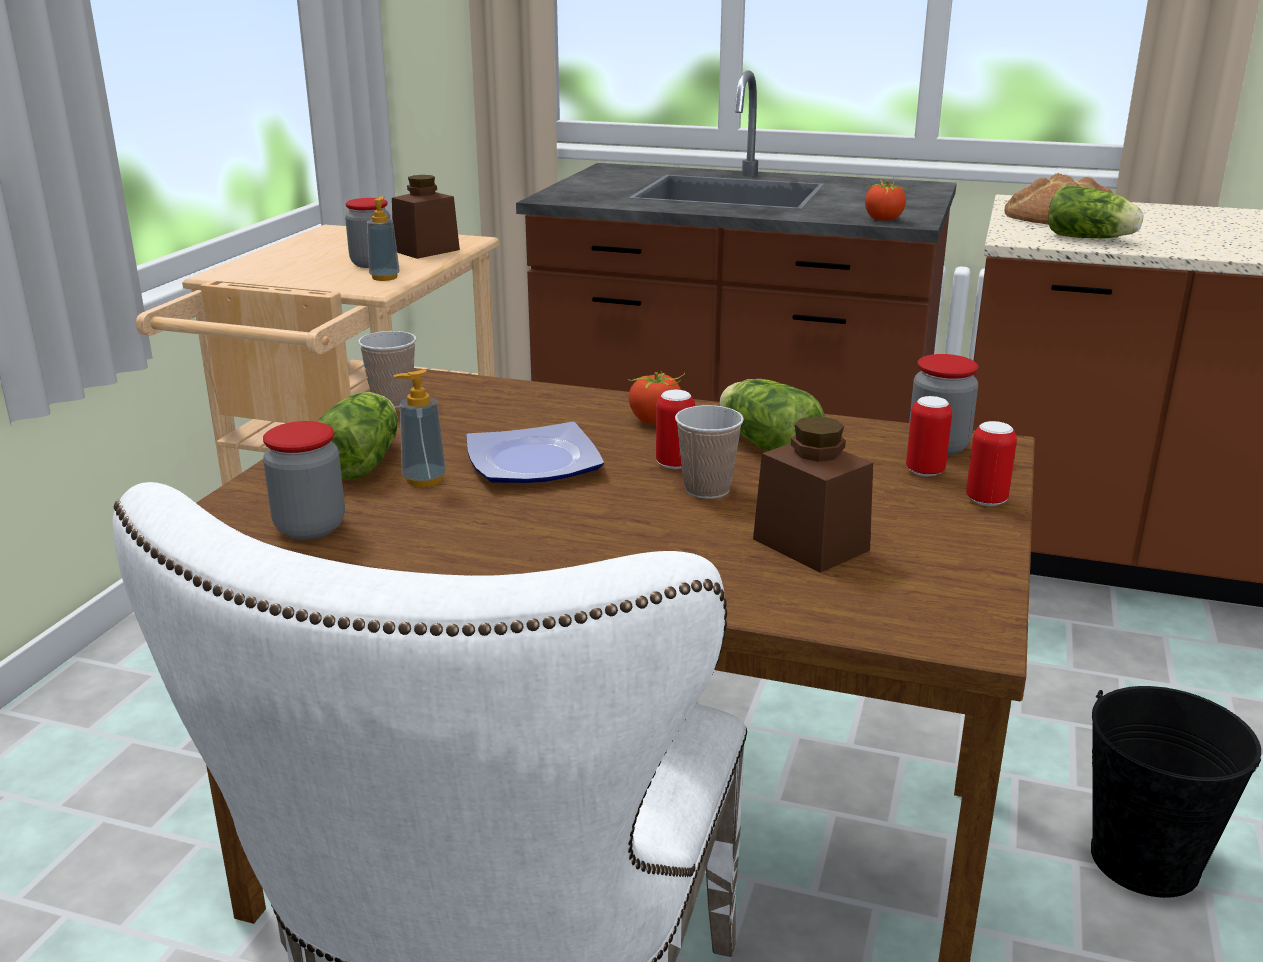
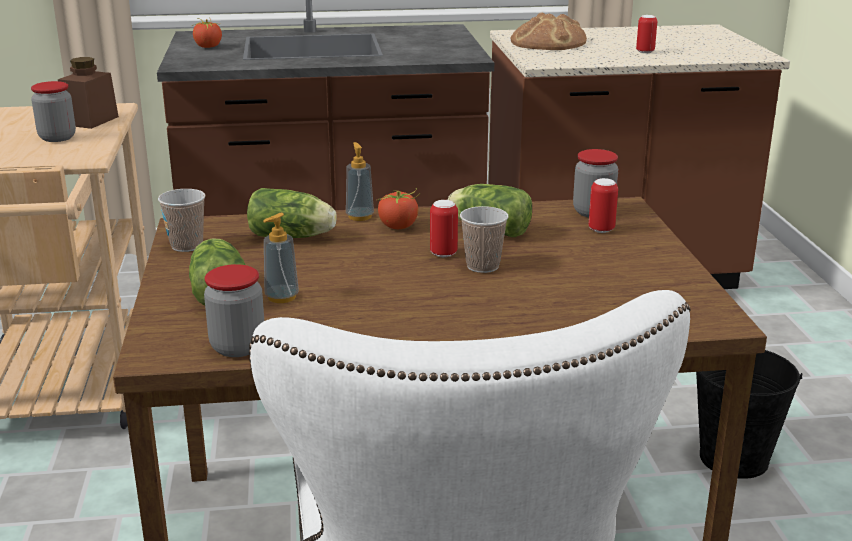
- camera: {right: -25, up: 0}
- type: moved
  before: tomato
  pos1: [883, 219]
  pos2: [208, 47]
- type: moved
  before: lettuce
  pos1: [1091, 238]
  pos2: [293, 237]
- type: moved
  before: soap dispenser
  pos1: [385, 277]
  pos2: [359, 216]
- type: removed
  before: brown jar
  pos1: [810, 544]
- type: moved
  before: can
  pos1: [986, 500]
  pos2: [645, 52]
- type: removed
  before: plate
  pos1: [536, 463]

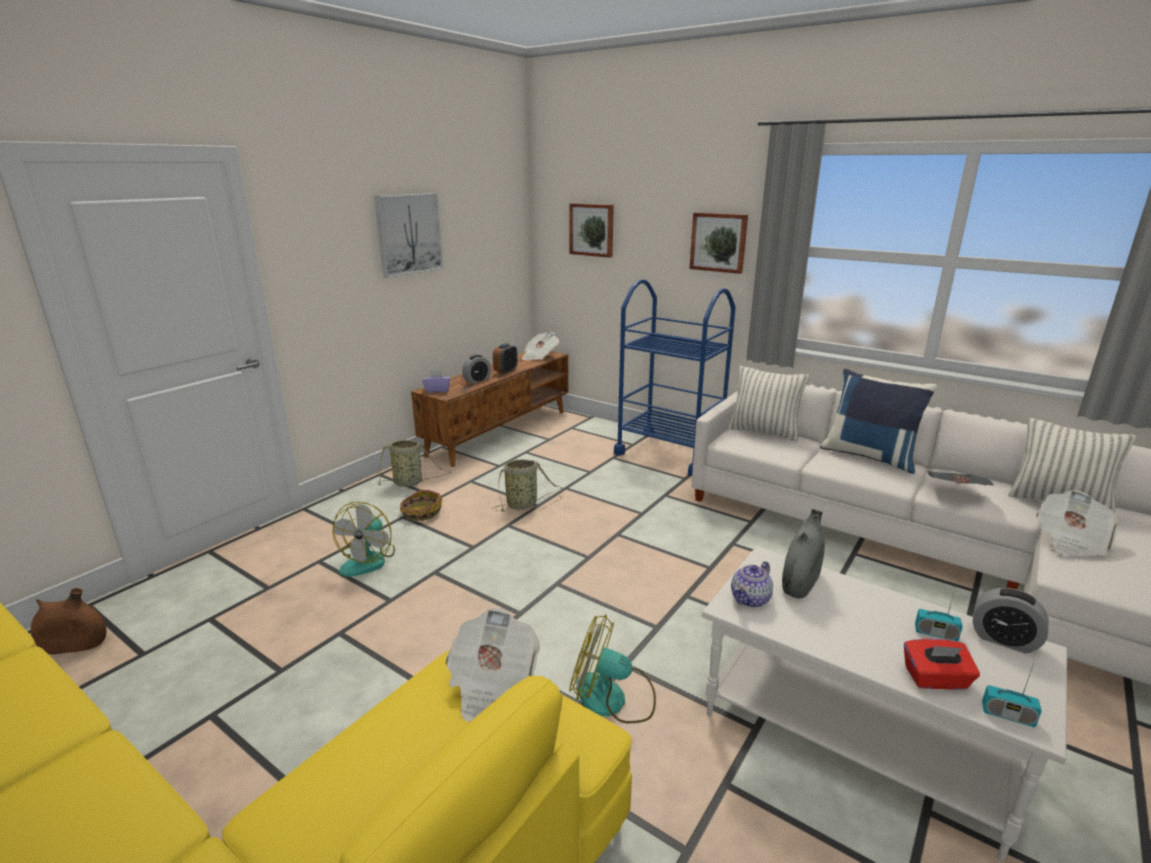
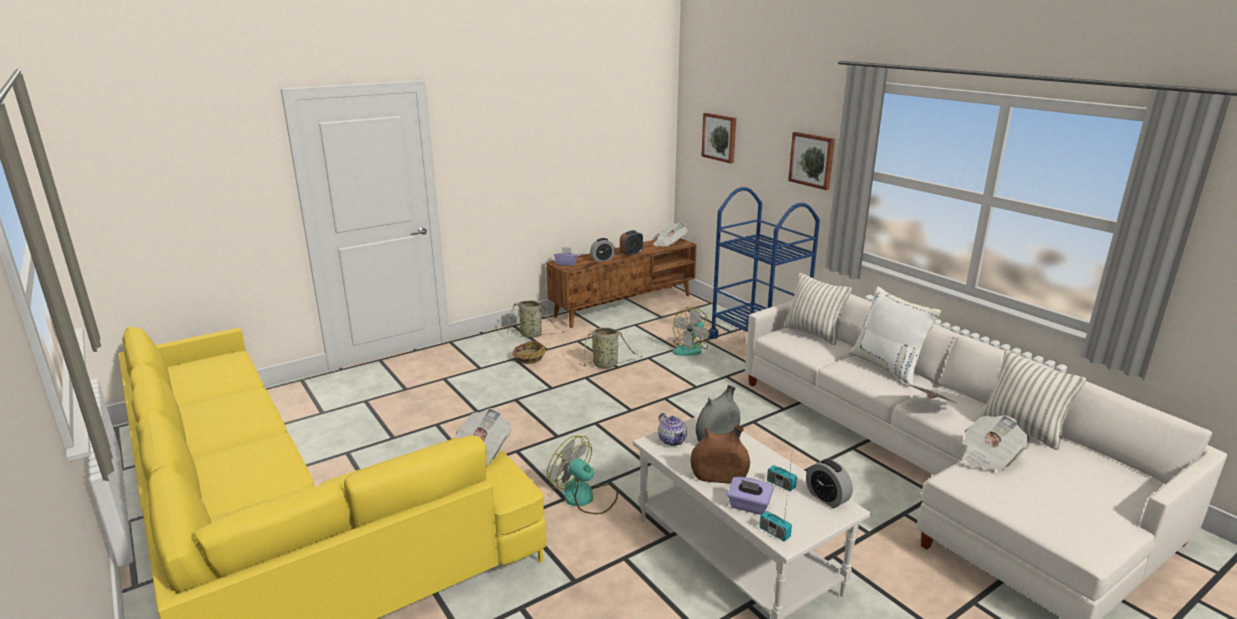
- camera: {right: 20, up: 0}
- type: removed
  before: picture
  pos1: [409, 234]
- type: recoloured
  before: blue pillow
  after: white pillow
  pos1: [869, 456]
  pos2: [888, 367]
- type: moved
  before: fan
  pos1: [369, 560]
  pos2: [691, 348]
- type: turned
  before: teapot
  pos1: [751, 599]
  pos2: [672, 440]
  turn: -90
- type: moved
  before: brown vase
  pos1: [75, 645]
  pos2: [719, 477]
- type: recoloured
  before: red tissue box
  after: purple tissue box
  pos1: [935, 679]
  pos2: [749, 506]

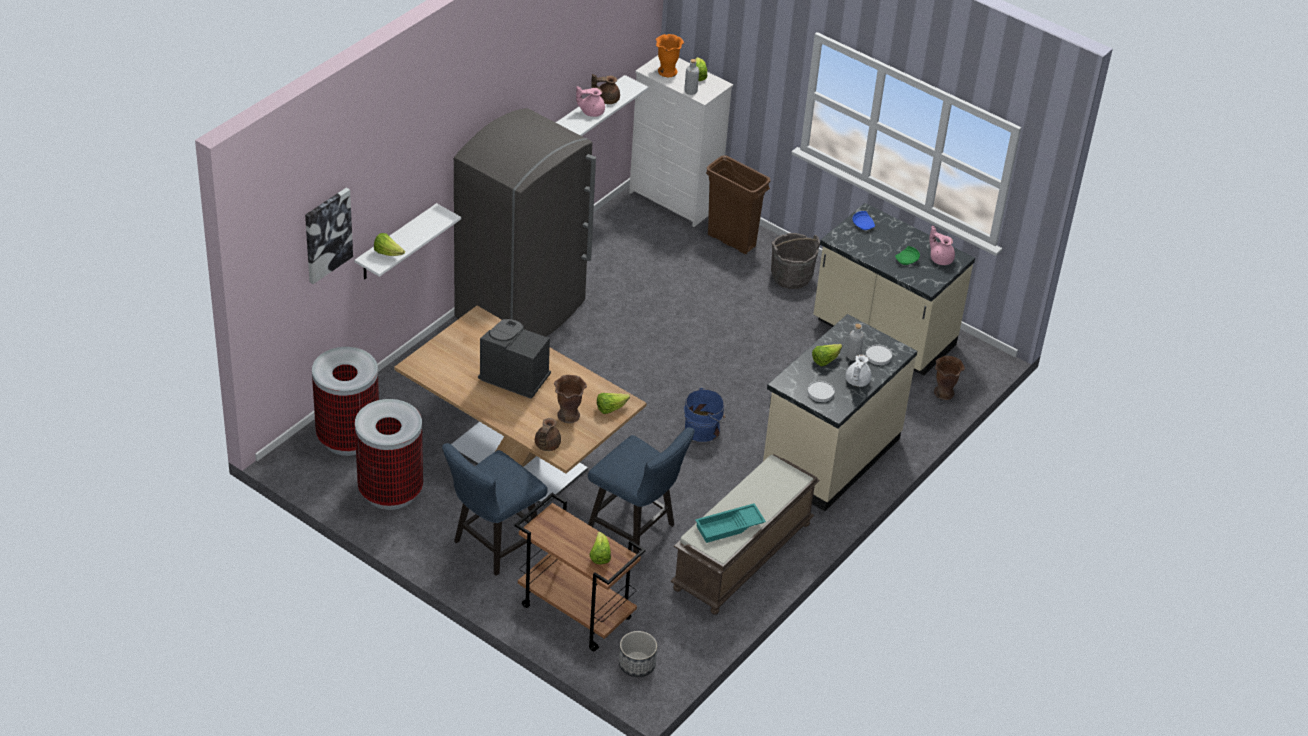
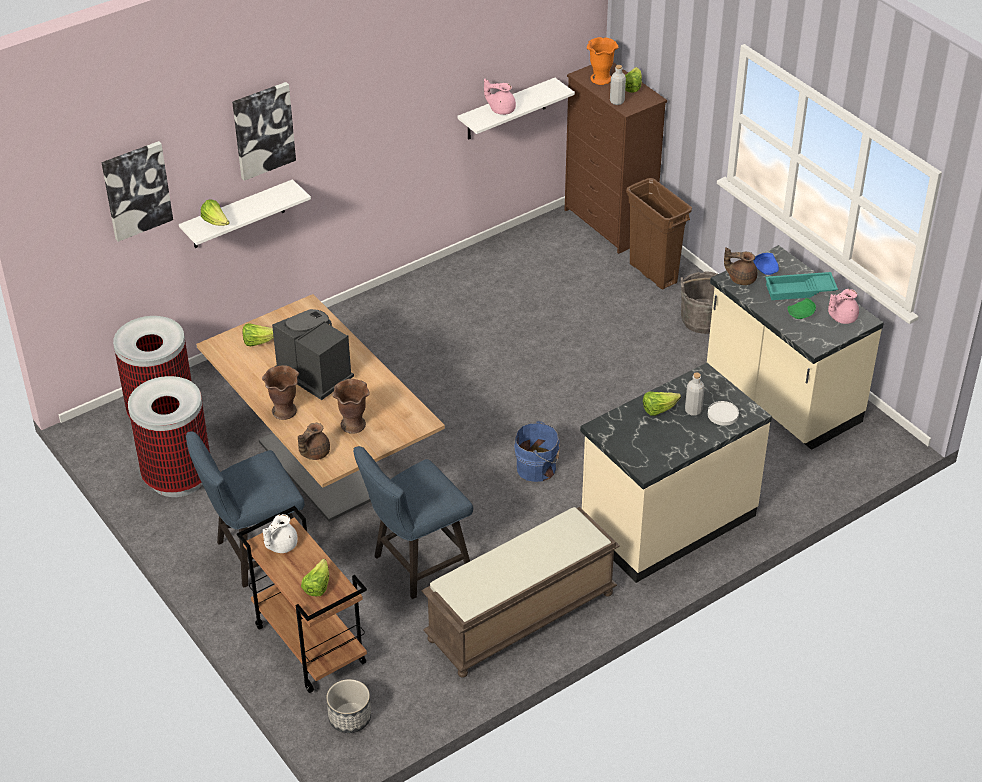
- camera: {right: 20, up: 0}
- type: recoloured
  before: white dresser
  after: brown dresser
  pos1: [674, 200]
  pos2: [609, 224]
- type: moved
  before: brown teapot
  pos1: [606, 99]
  pos2: [741, 278]
- type: removed
  before: grey fridge
  pos1: [522, 310]
- type: turned
  before: pink teapot
  pos1: [940, 258]
  pos2: [841, 317]
  turn: -90
- type: moved
  before: white teapot
  pos1: [856, 381]
  pos2: [280, 545]
- type: moved
  before: brown vase
  pos1: [944, 393]
  pos2: [284, 411]
- type: removed
  before: white plate
  pos1: [820, 392]
- type: moved
  before: lettuce
  pos1: [610, 408]
  pos2: [258, 342]
- type: turned
  before: blue chair
  pos1: [636, 530]
  pos2: [416, 566]
  turn: 90
- type: moved
  before: turquoise tray
  pos1: [729, 527]
  pos2: [799, 290]
- type: added
  after: picture
  pos2: [263, 130]

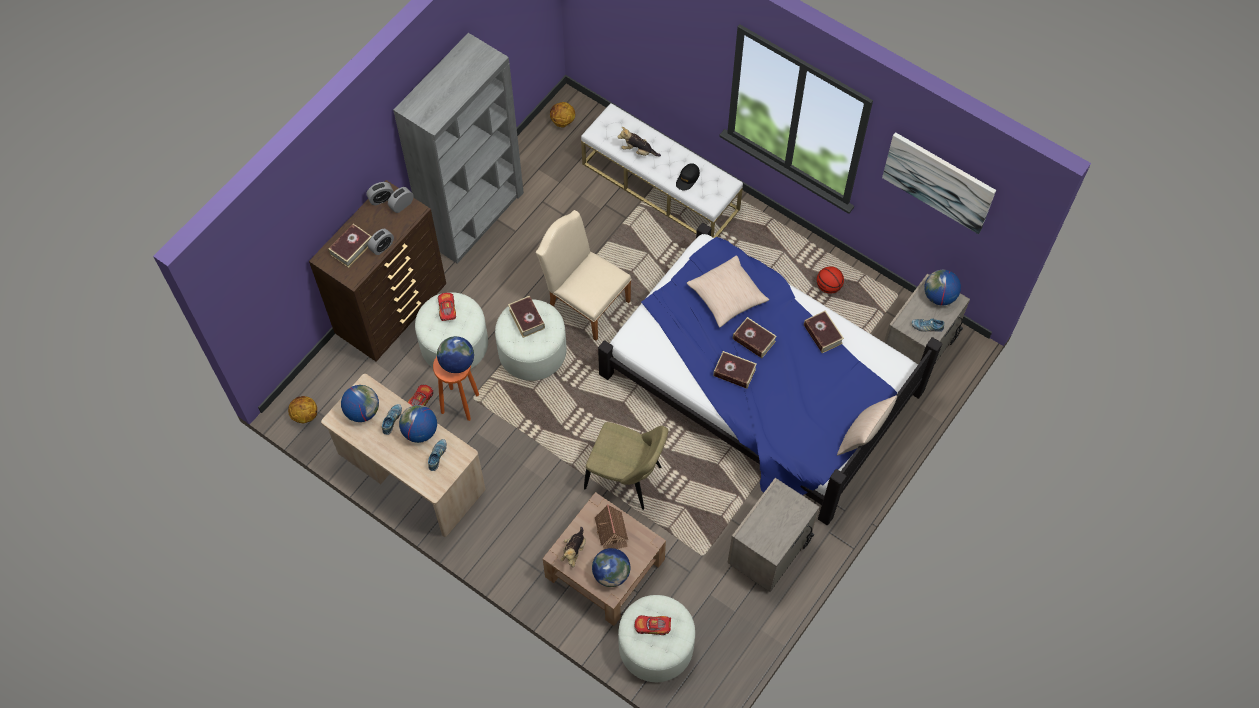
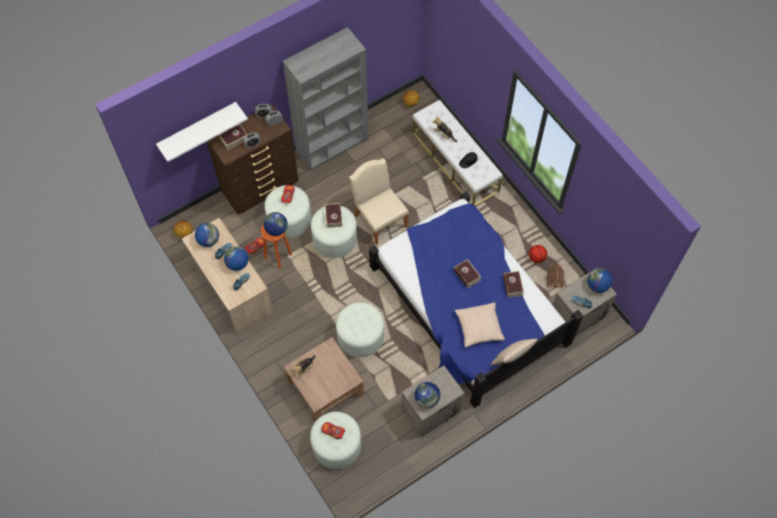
- camera: {right: 20, up: 0}
- type: removed
  before: picture
  pos1: [938, 182]
- type: moved
  before: beige pillow
  pos1: [727, 296]
  pos2: [479, 327]
- type: removed
  before: book
  pos1: [734, 372]
- type: replaced
  before: beige chair
  after: white ottoman
  pos1: [626, 479]
  pos2: [360, 336]
- type: moved
  before: toy house
  pos1: [611, 532]
  pos2: [554, 281]
- type: moved
  before: globe
  pos1: [611, 573]
  pos2: [427, 399]
- type: added
  after: white shelf
  pos2: [197, 127]

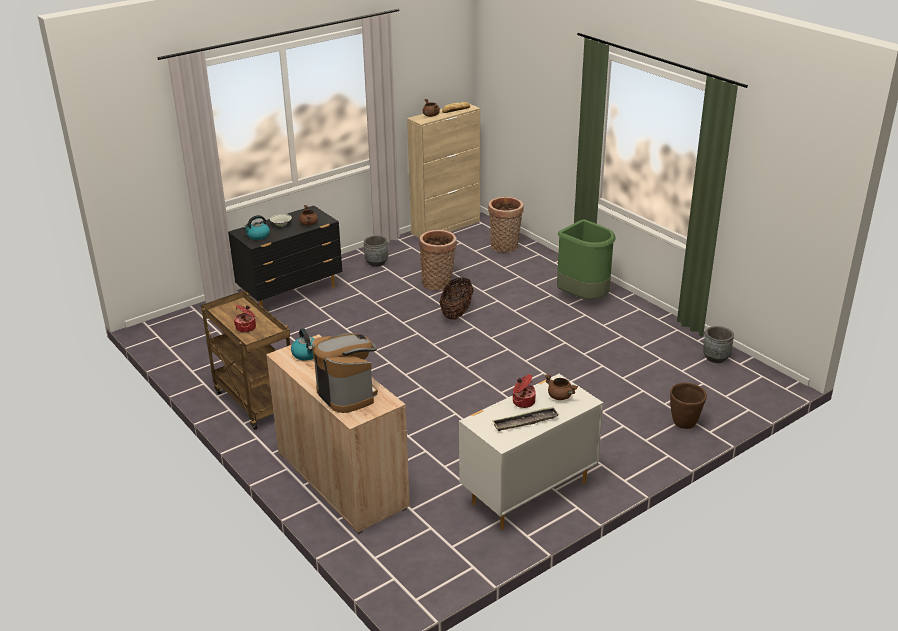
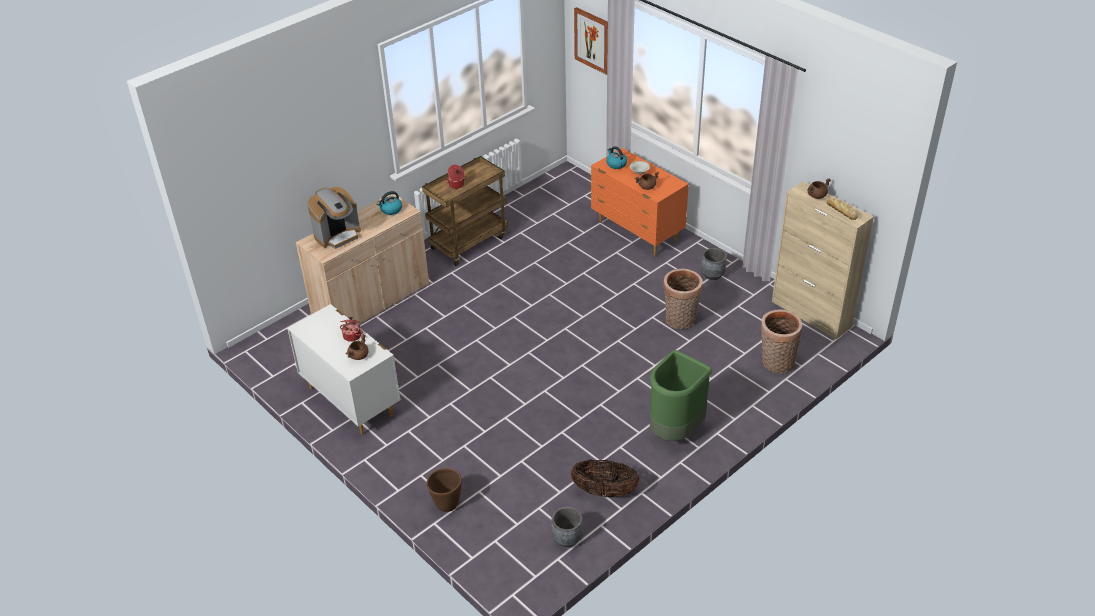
- camera: {right: 85, up: 10}
- type: recoloured
  before: black dresser
  after: orange dresser
  pos1: [291, 294]
  pos2: [637, 232]
- type: moved
  before: basket
  pos1: [456, 313]
  pos2: [604, 491]
- type: removed
  before: tray
  pos1: [525, 422]
- type: added
  after: picture
  pos2: [592, 40]

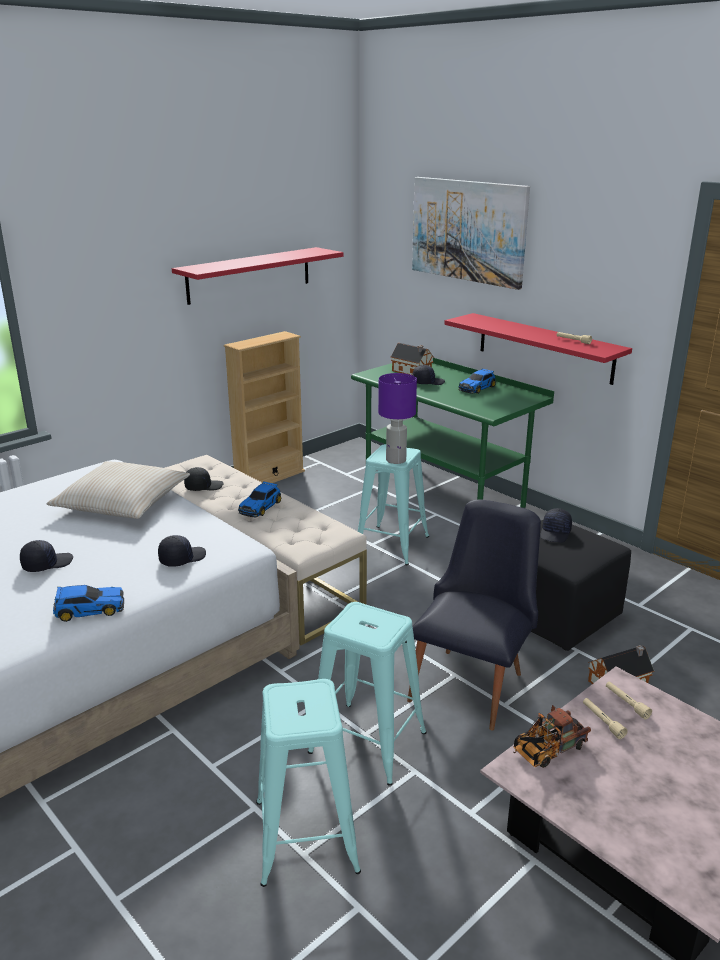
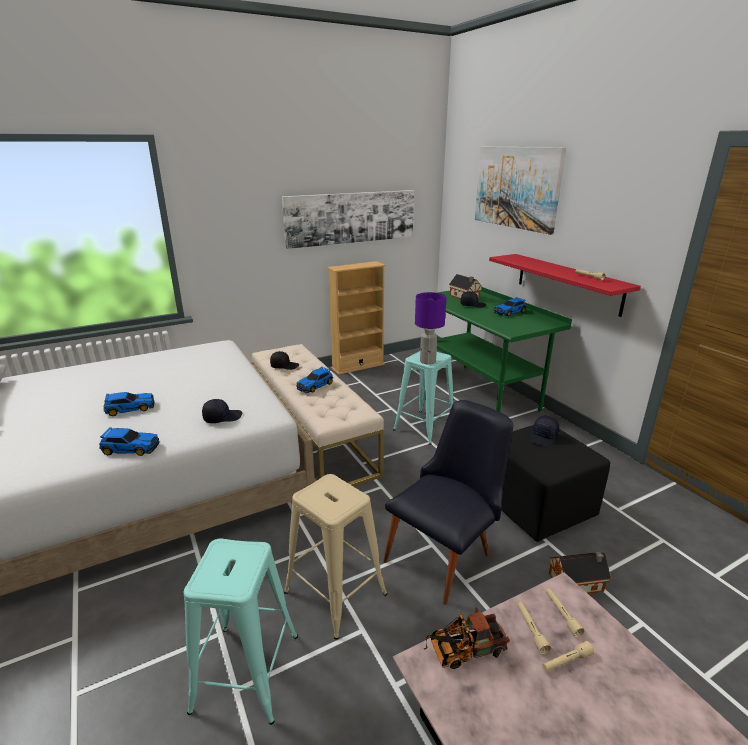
- camera: {right: 15, up: 0}
- type: replaced
  before: red shelf
  after: picture
  pos1: [249, 275]
  pos2: [351, 218]
- type: removed
  before: beige pillow
  pos1: [123, 502]
- type: replaced
  before: black cap
  after: toy car
  pos1: [47, 564]
  pos2: [129, 408]
- type: recoloured
  before: turquoise stool
  after: beige stool
  pos1: [368, 742]
  pos2: [335, 593]
- type: added
  after: beige flashlight
  pos2: [566, 661]

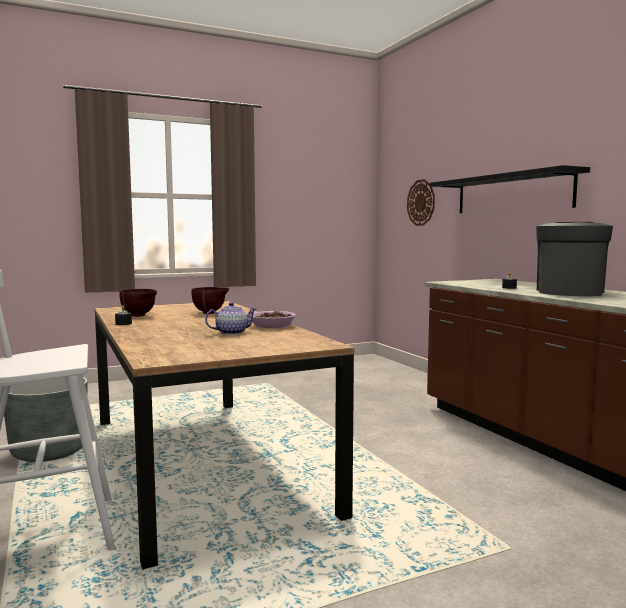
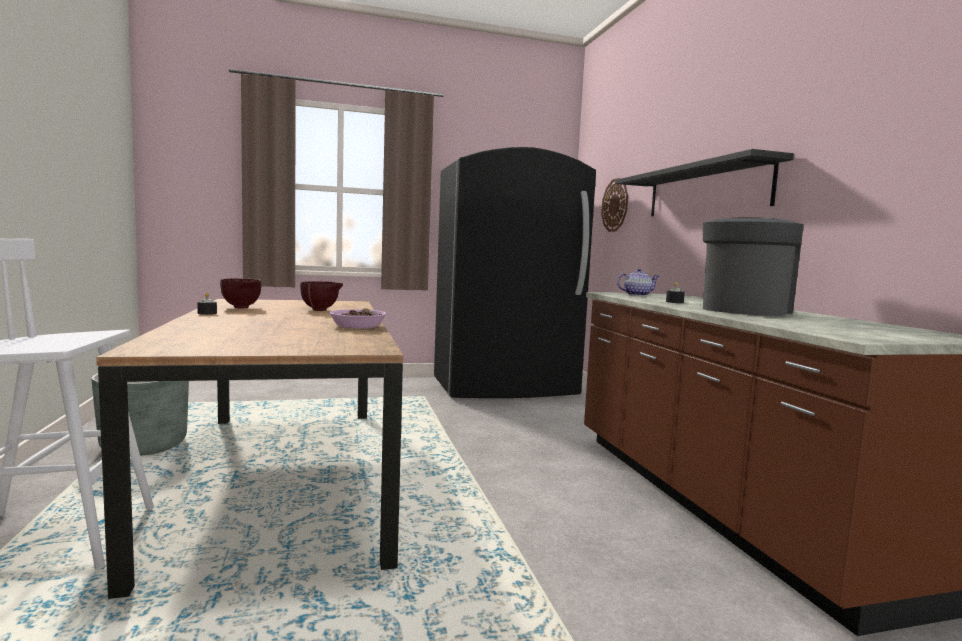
- camera: {right: 10, up: 0}
- type: moved
  before: teapot
  pos1: [231, 333]
  pos2: [636, 295]
- type: added
  after: black fridge
  pos2: [505, 387]

